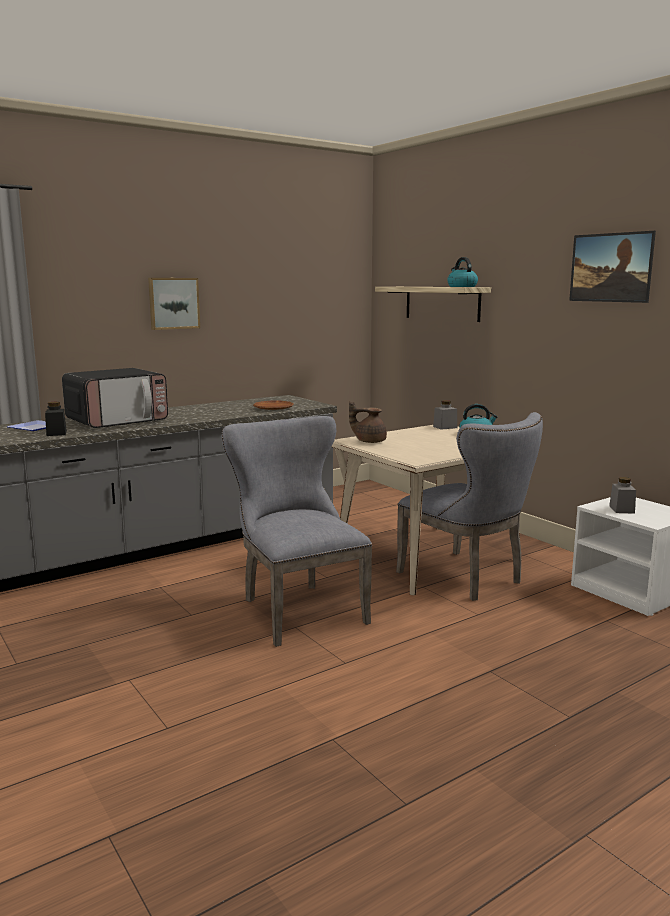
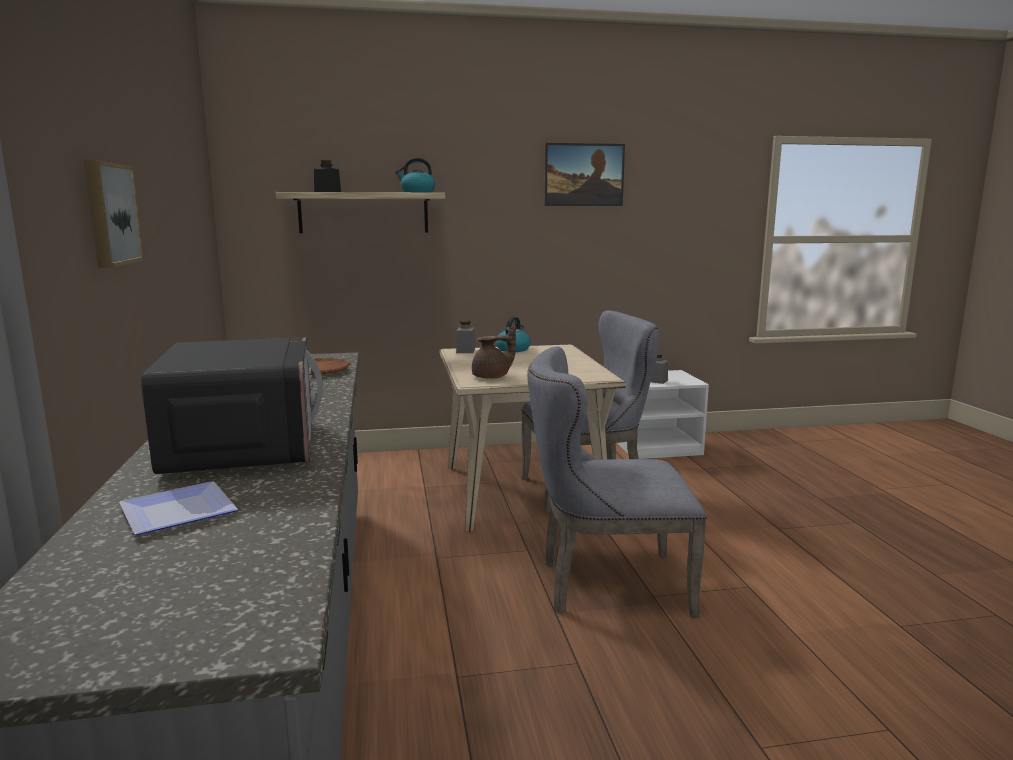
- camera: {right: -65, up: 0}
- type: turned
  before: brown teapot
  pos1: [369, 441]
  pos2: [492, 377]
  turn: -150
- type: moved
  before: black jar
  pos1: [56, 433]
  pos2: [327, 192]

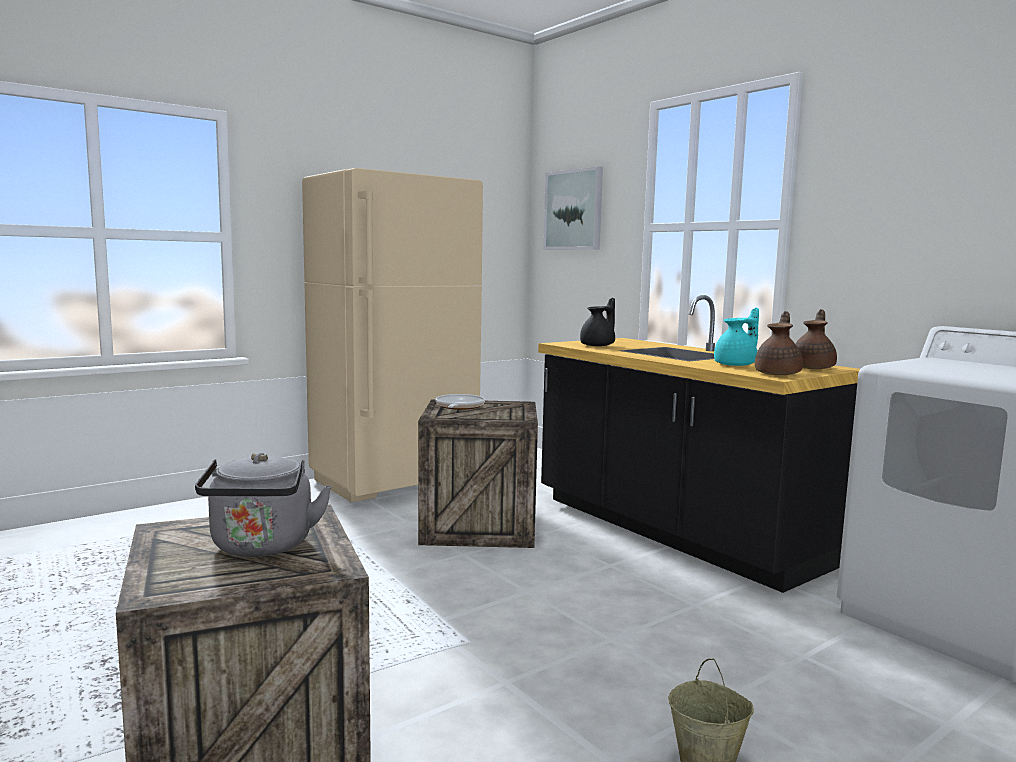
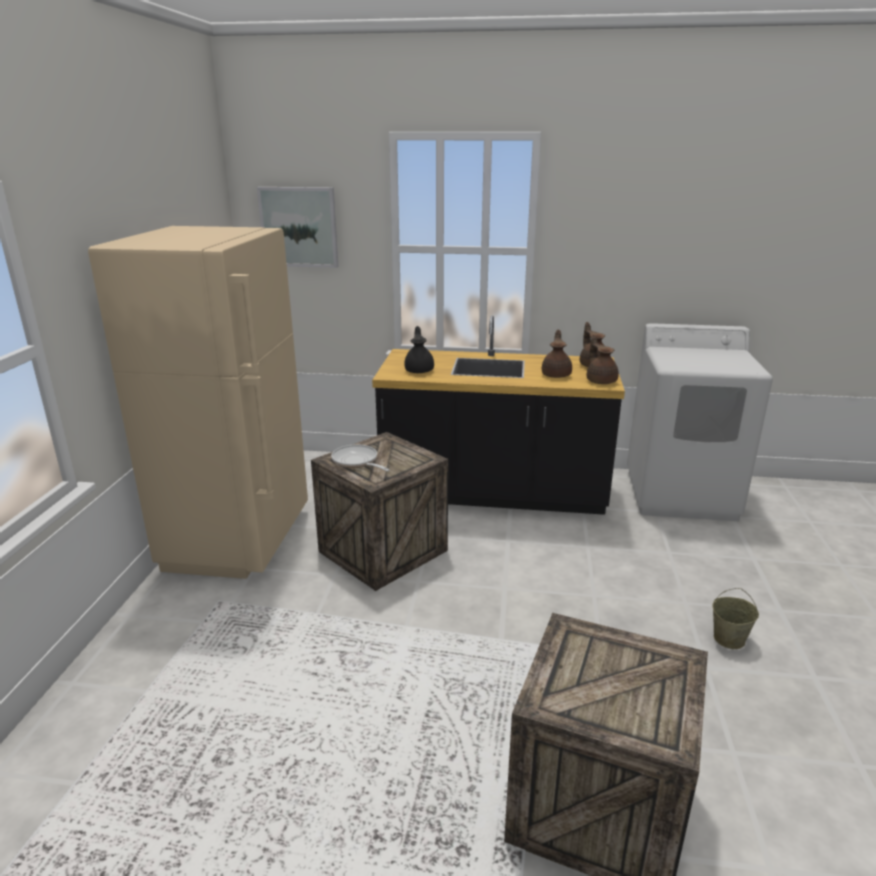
- camera: {right: -45, up: 15}
- type: recoloured
  before: turquoise teapot
  after: brown teapot
  pos1: [737, 365]
  pos2: [556, 375]
- type: removed
  before: grey kettle
  pos1: [262, 547]

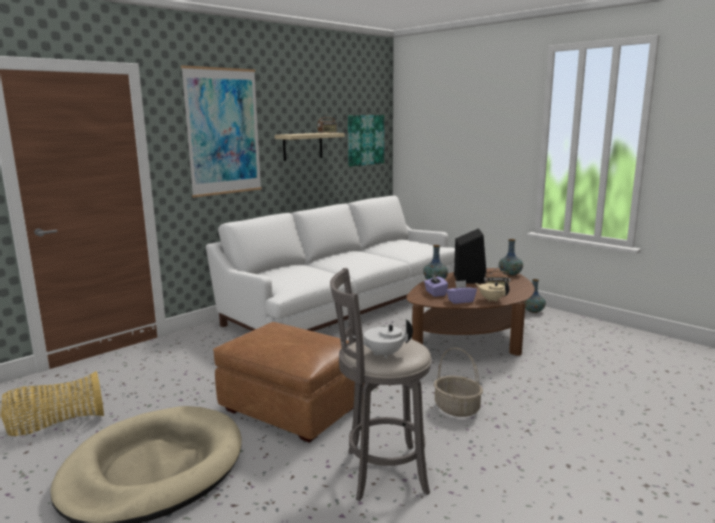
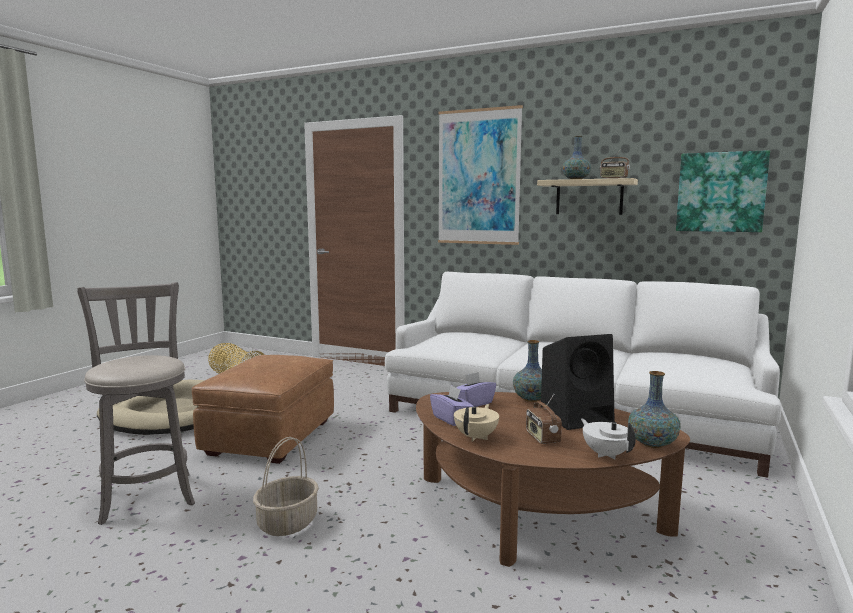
- camera: {right: 70, up: -5}
- type: moved
  before: vase
  pos1: [533, 311]
  pos2: [576, 179]
- type: moved
  before: white teapot
  pos1: [383, 354]
  pos2: [606, 454]

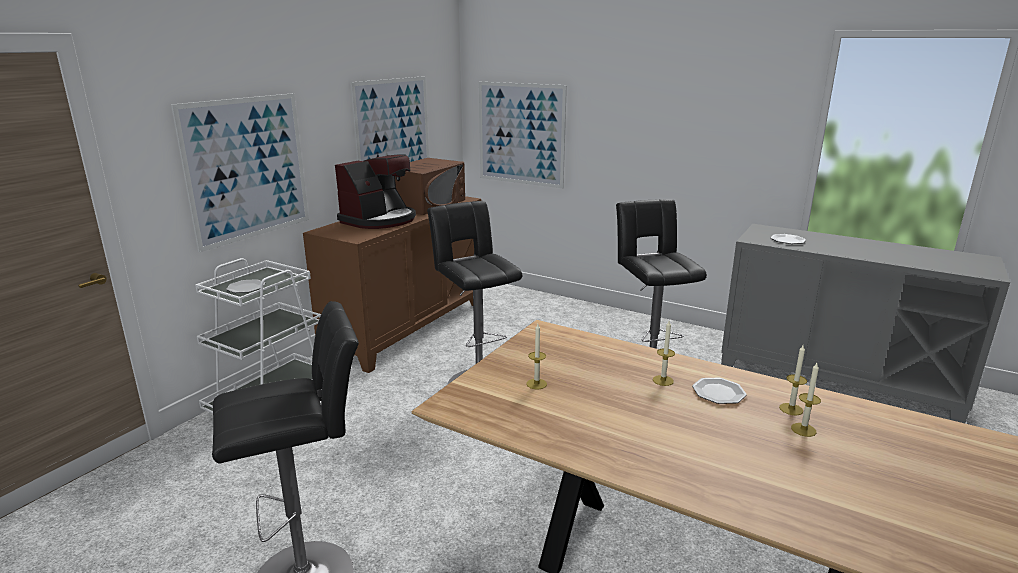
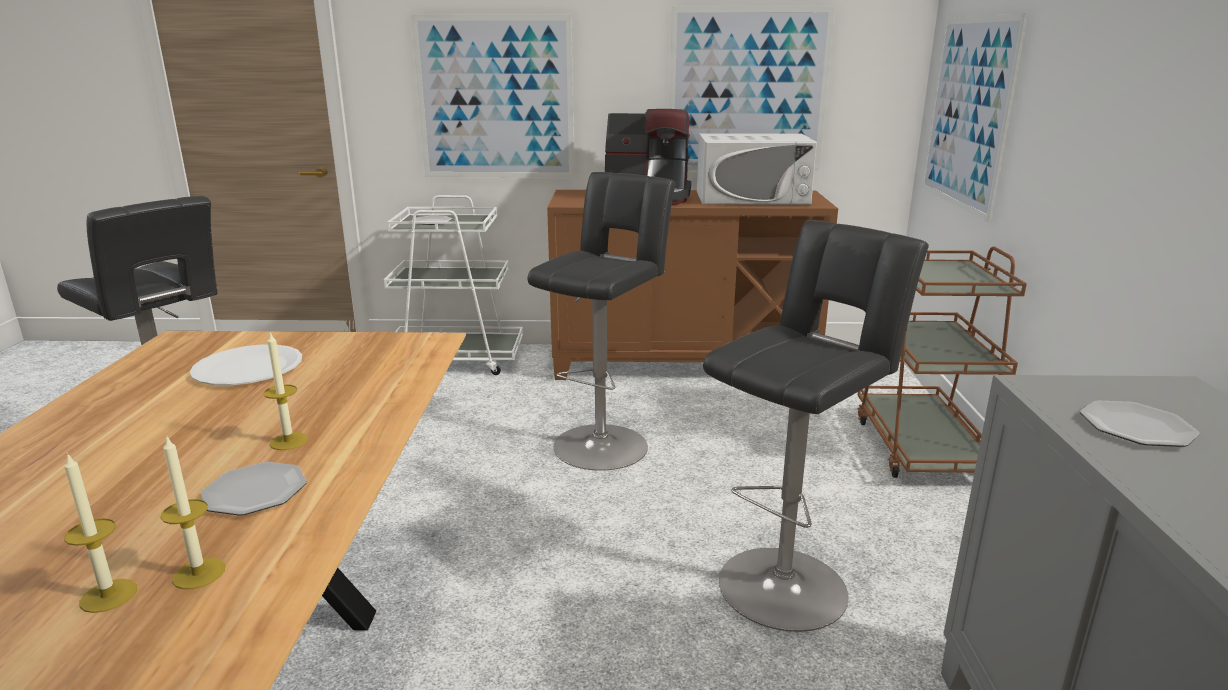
- camera: {right: 60, up: 0}
- type: recoloured
  before: brown microwave
  after: white microwave
  pos1: [426, 204]
  pos2: [752, 197]
- type: replaced
  before: candle
  after: white plate
  pos1: [536, 384]
  pos2: [248, 368]
- type: added
  after: brown cart
  pos2: [921, 447]

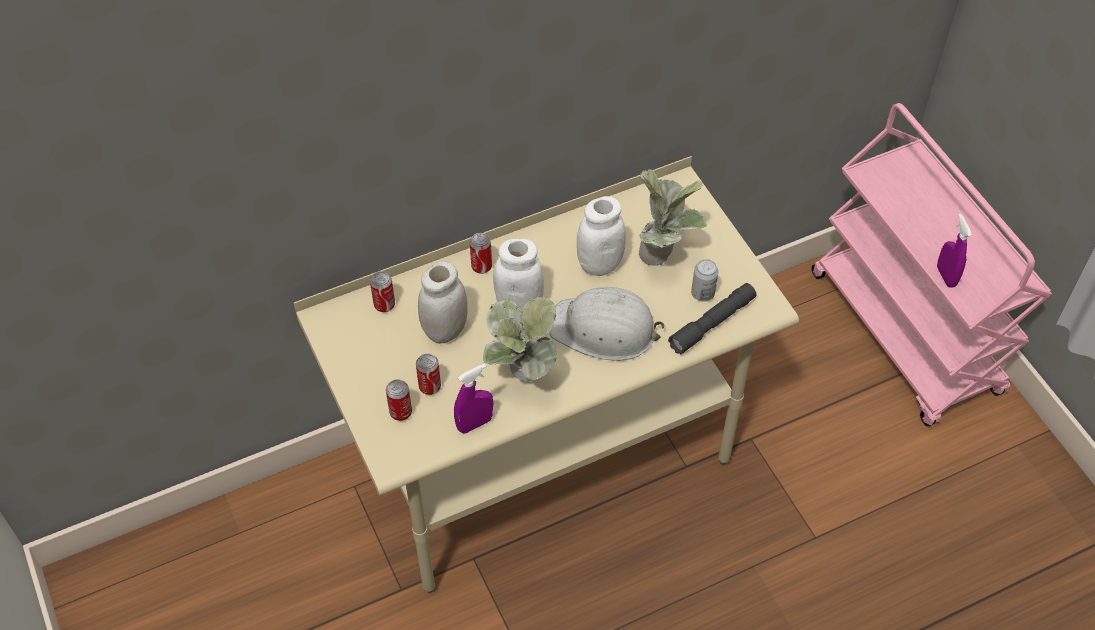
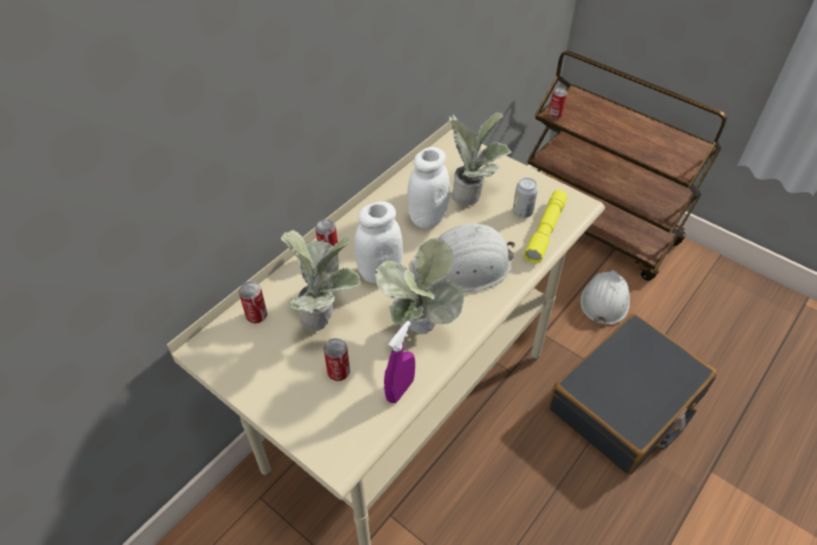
- camera: {right: -25, up: -5}
- type: recoloured
  before: pink cart
  after: brown cart
  pos1: [906, 334]
  pos2: [597, 228]
- type: removed
  before: purple spray bottle
  pos1: [946, 276]
- type: replaced
  before: white jar
  after: potted plant
  pos1: [445, 330]
  pos2: [325, 317]
- type: recoloured
  before: grey flashlight
  after: yellow flashlight
  pos1: [712, 323]
  pos2: [545, 231]
- type: moved
  before: can
  pos1: [400, 412]
  pos2: [555, 114]
- type: added
  after: white hard hat
  pos2: [604, 300]
- type: added
  after: black suitcase
  pos2: [626, 403]

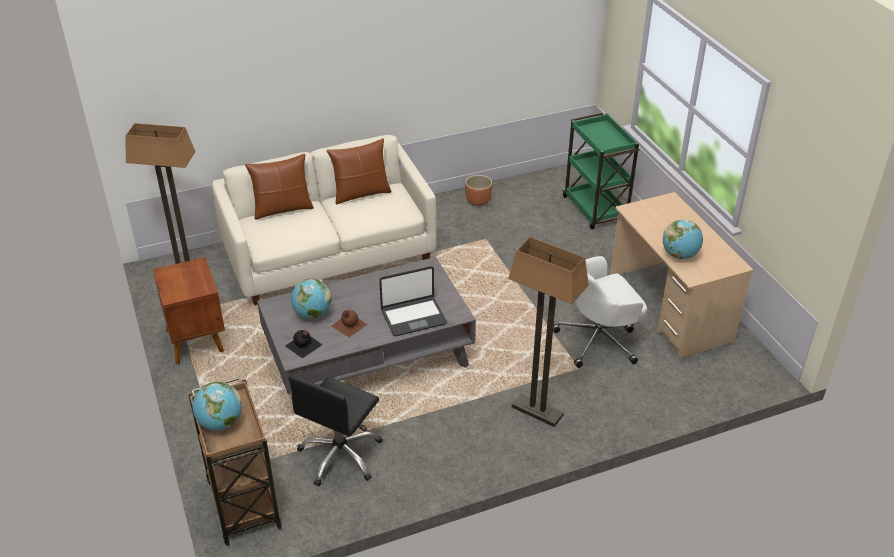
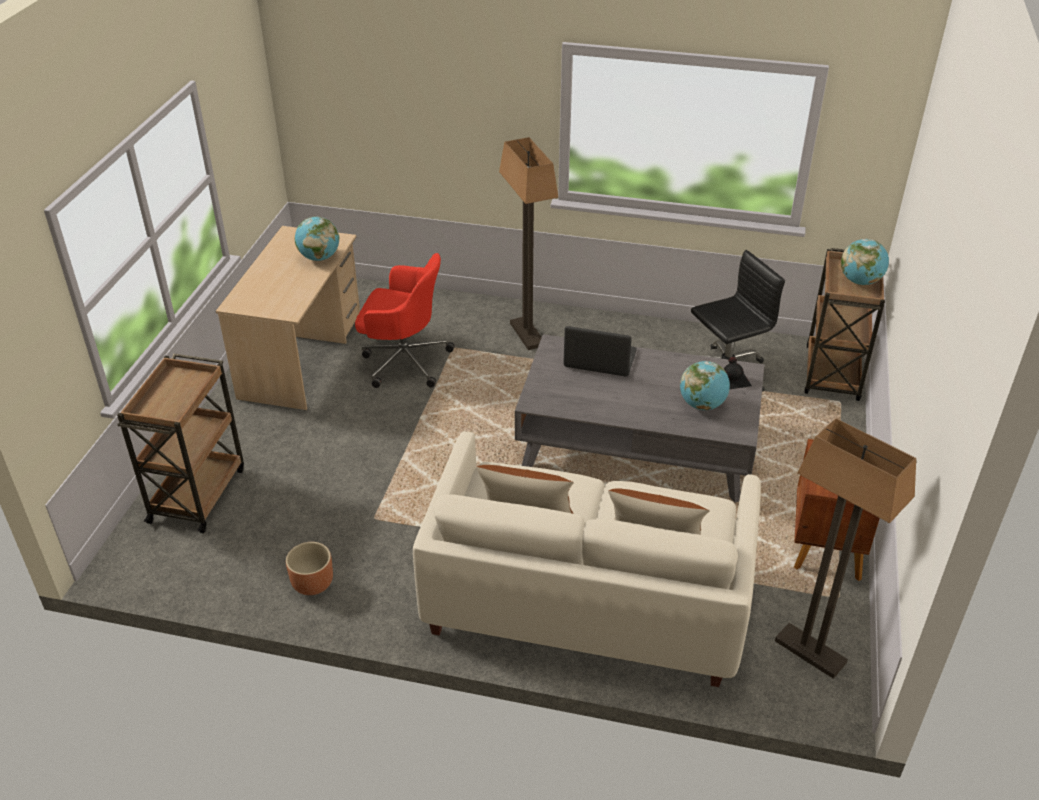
- camera: {right: -145, up: 0}
- type: recoloured
  before: green cart
  after: brown cart
  pos1: [595, 210]
  pos2: [198, 493]
- type: recoloured
  before: white office chair
  after: red office chair
  pos1: [598, 340]
  pos2: [404, 361]
- type: removed
  before: brown bottle
  pos1: [348, 325]

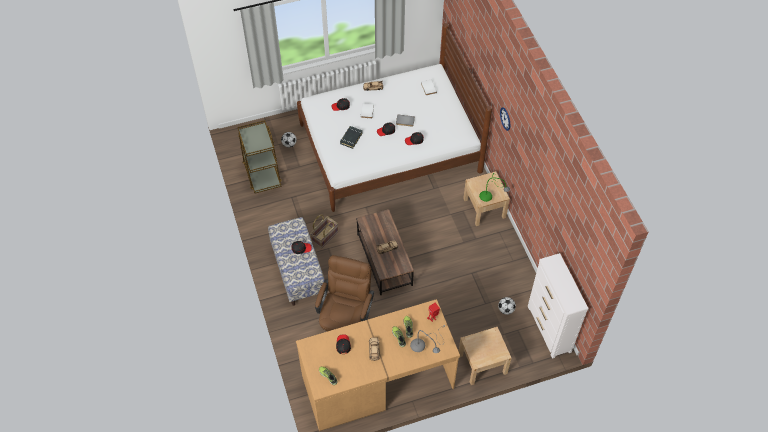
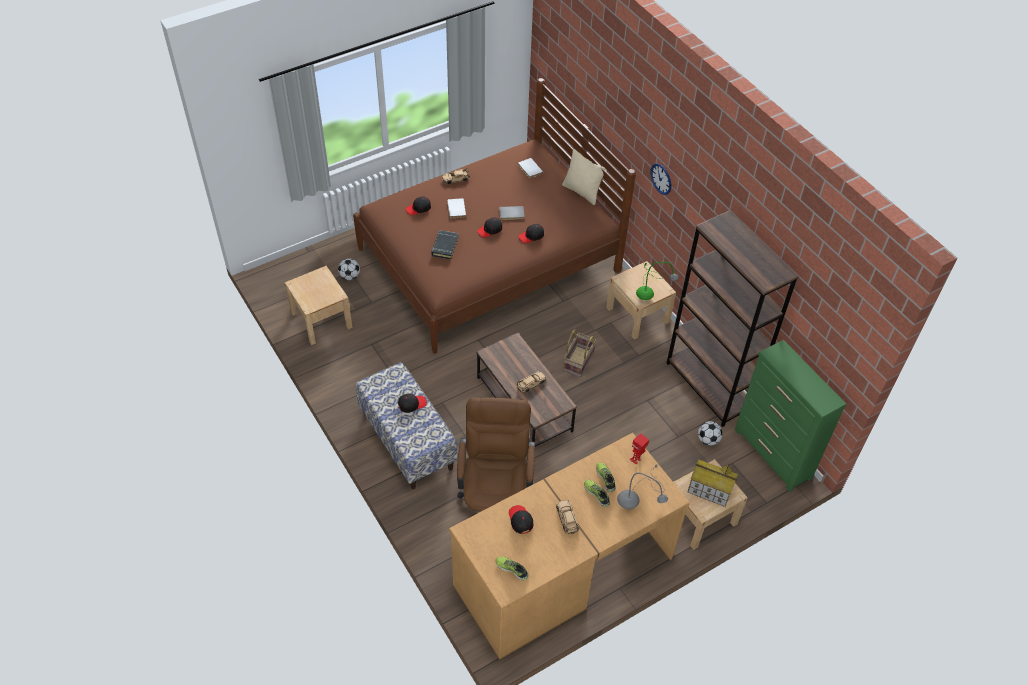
- camera: {right: -15, up: -5}
- type: recoloured
  before: white bed
  after: brown bed
  pos1: [389, 148]
  pos2: [488, 260]
- type: replaced
  before: brown cart
  after: beige nightstand
  pos1: [262, 173]
  pos2: [321, 320]
- type: moved
  before: basket
  pos1: [324, 236]
  pos2: [578, 361]
- type: recoloured
  before: white dresser
  after: green dresser
  pos1: [549, 329]
  pos2: [773, 454]
- type: added
  after: beige pillow
  pos2: [582, 192]
- type: added
  after: brown bookcase
  pos2: [708, 387]
- type: added
  after: toy house
  pos2: [709, 490]

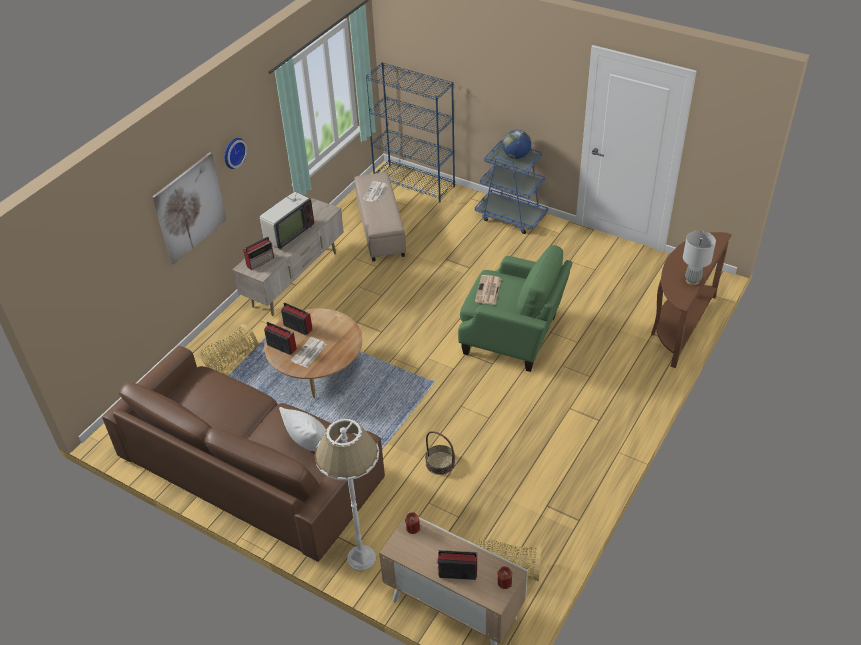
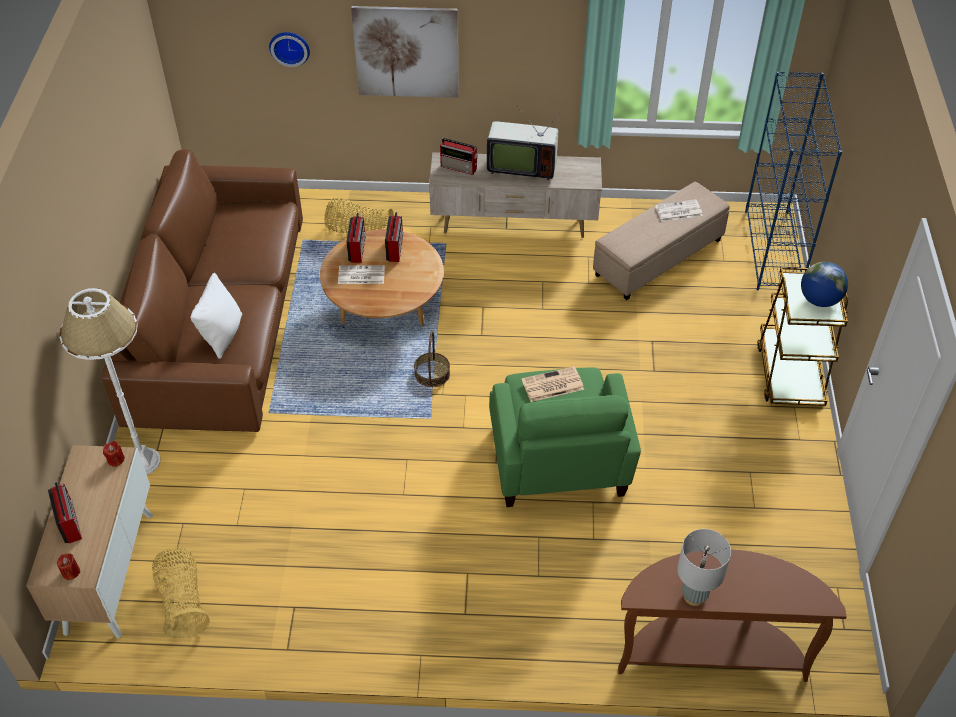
- camera: {right: 60, up: 5}
- type: moved
  before: wall clock
  pos1: [233, 152]
  pos2: [290, 47]
- type: recoloured
  before: blue cart
  after: brown cart
  pos1: [511, 216]
  pos2: [790, 373]
- type: moved
  before: basket
  pos1: [440, 463]
  pos2: [432, 373]

